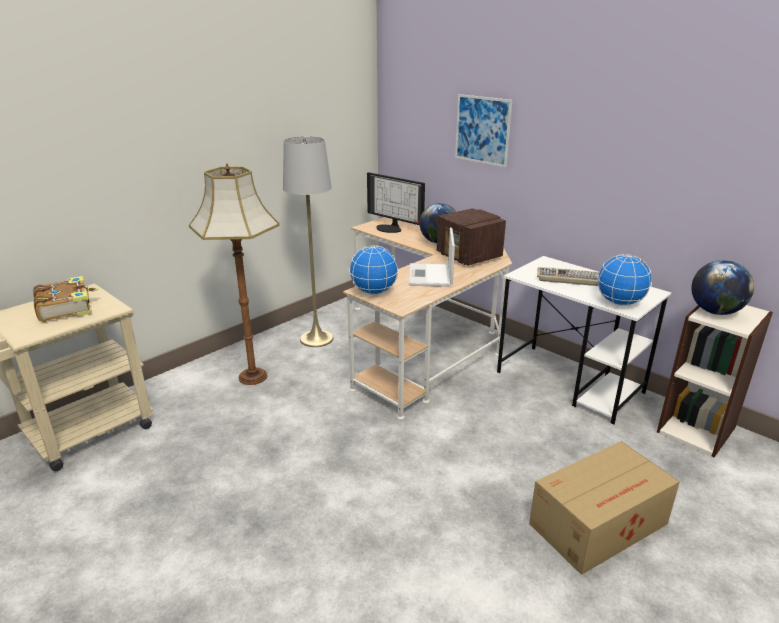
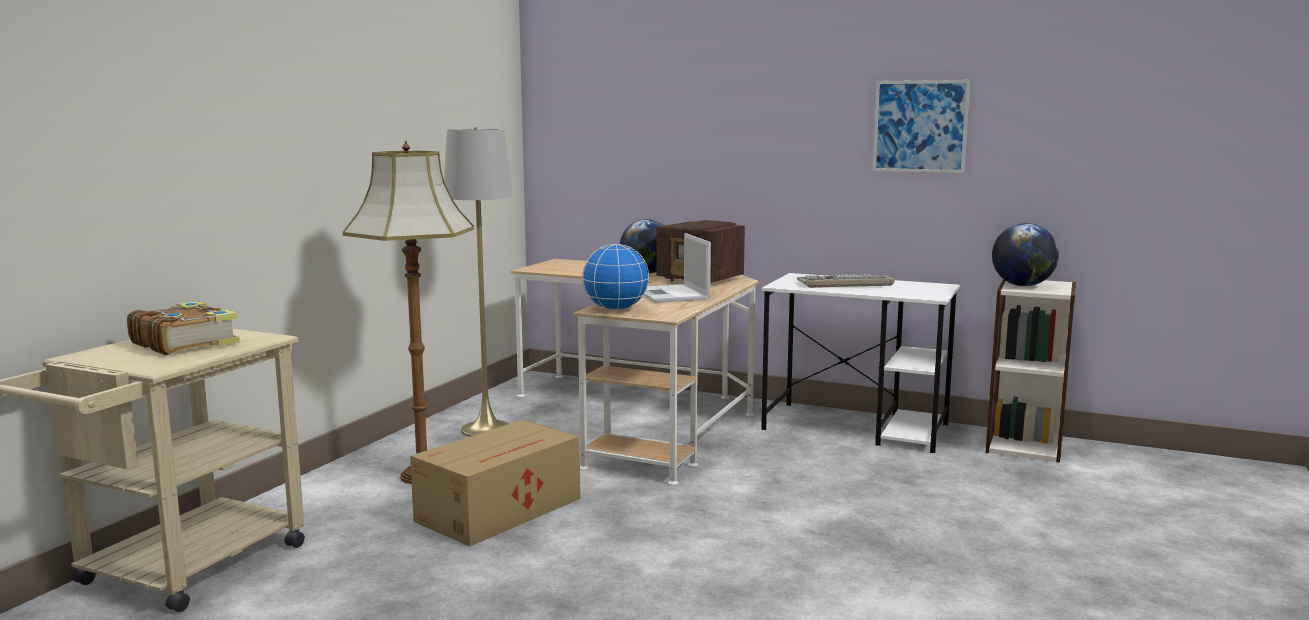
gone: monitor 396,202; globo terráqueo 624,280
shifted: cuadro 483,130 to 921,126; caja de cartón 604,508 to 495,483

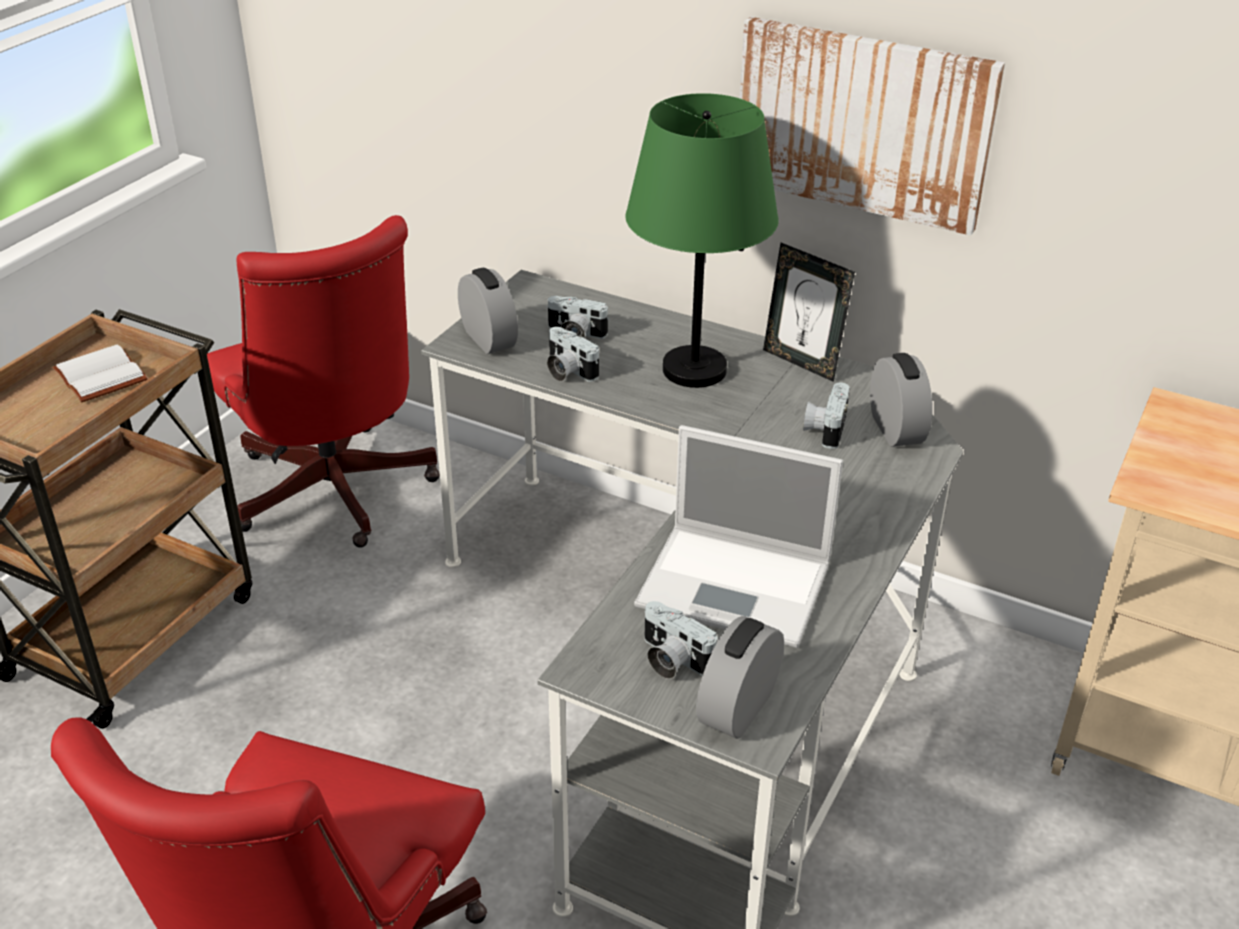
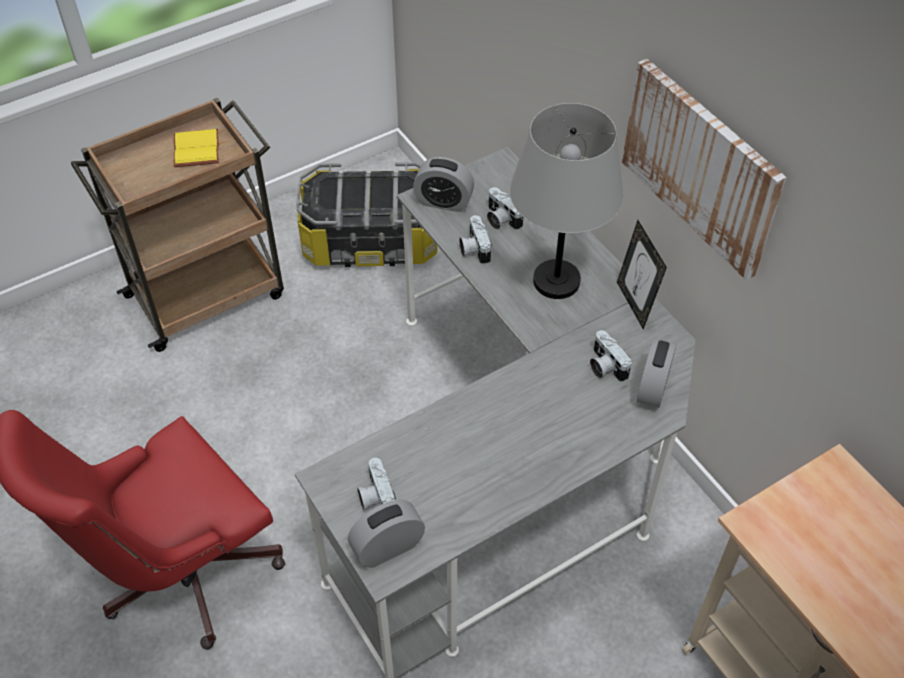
gone: portátil 738,536
swapped: silla de oficina [rojo] 323,381 to caja de almacenaje 366,214
repainted: libro [blanco] 100,373 to libro [amarillo] 196,148; lámpara de mesa [verde] 702,240 to lámpara de mesa [gris] 567,201
rotated: despertador 488,311 = 443,184 105 degrees clockwise; cámara 826,415 = 611,356 75 degrees counterclockwise

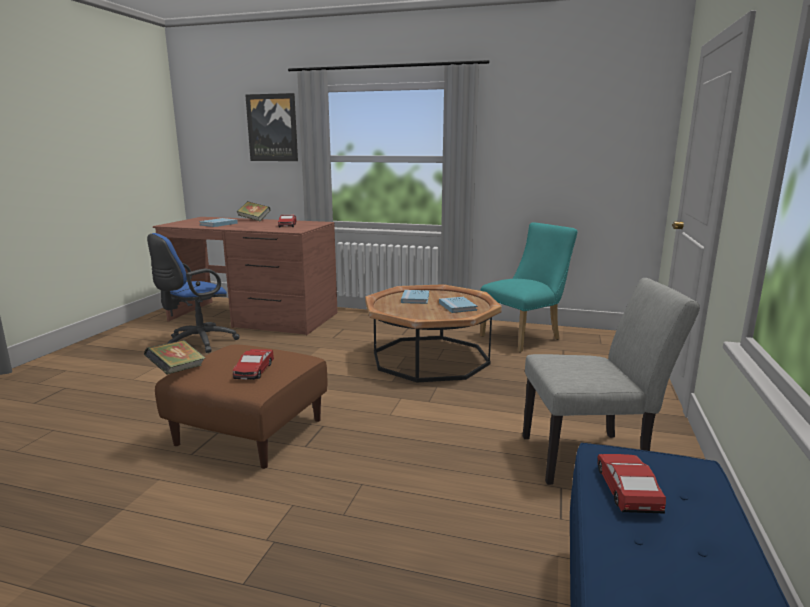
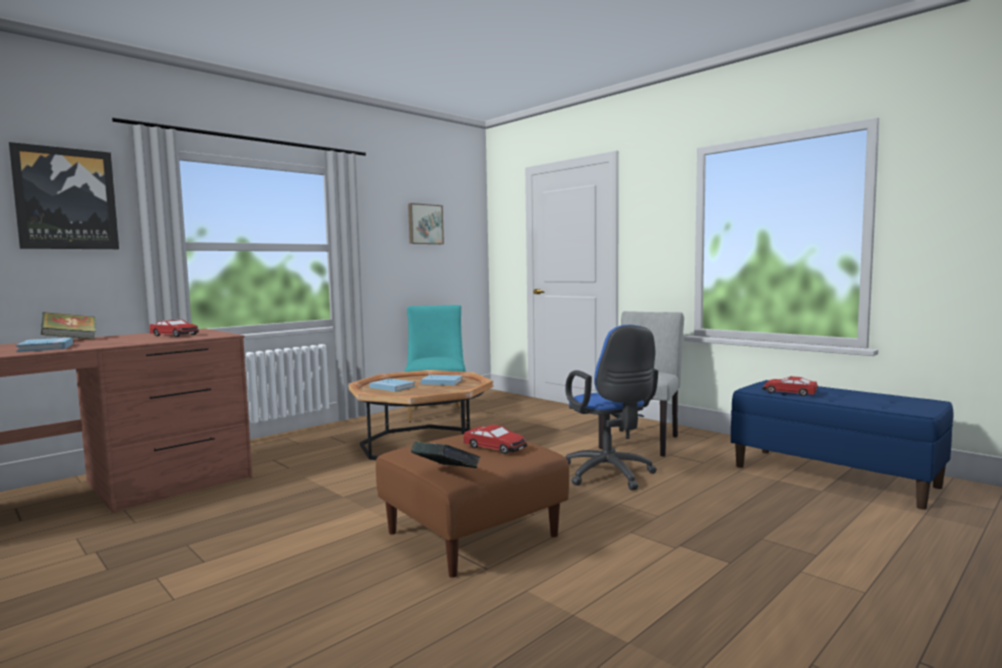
new: cuadro 426,223
shifted: silla de oficina [azul] 193,293 to 611,407

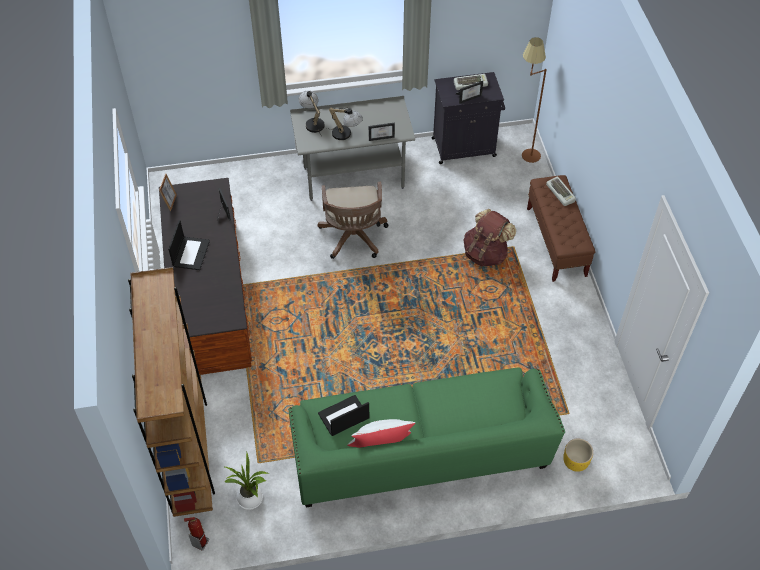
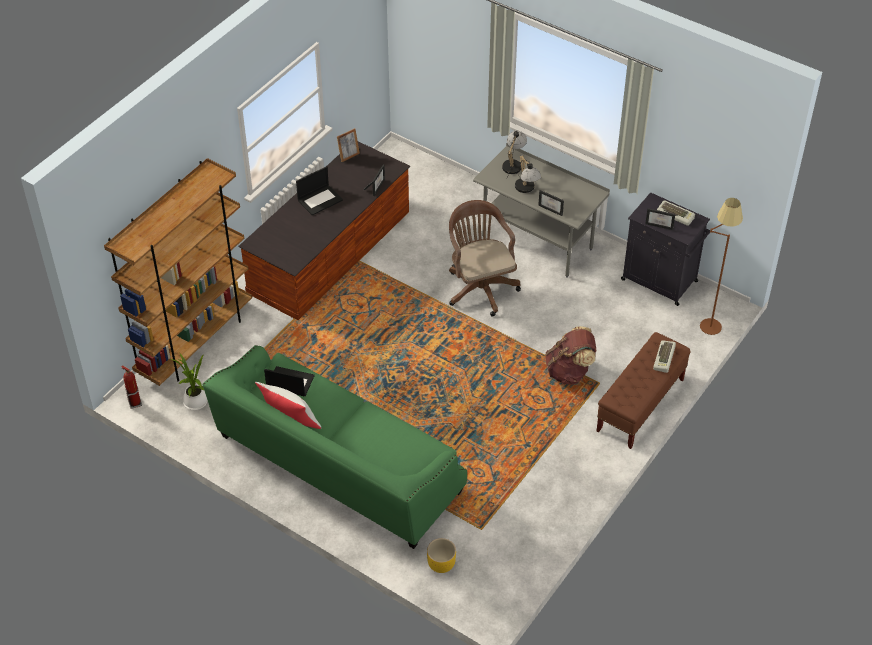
rotated: silla de oficina [marrón] 353,220 = 485,258 120 degrees clockwise

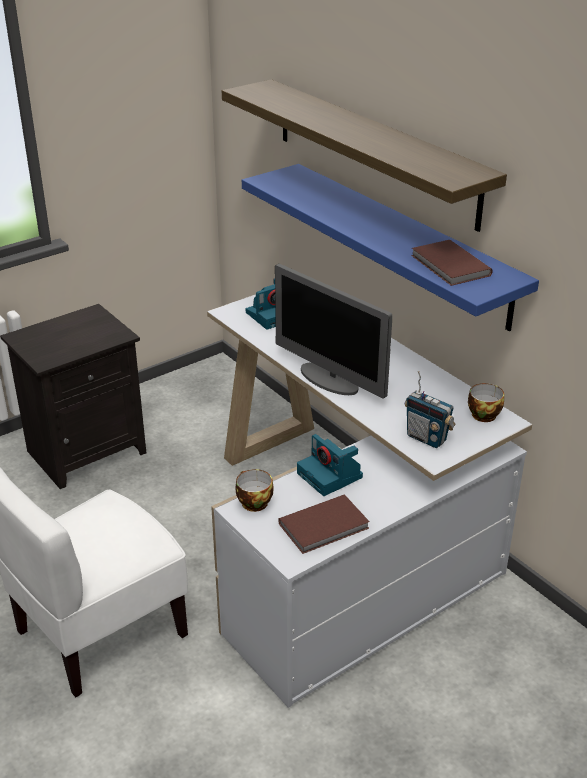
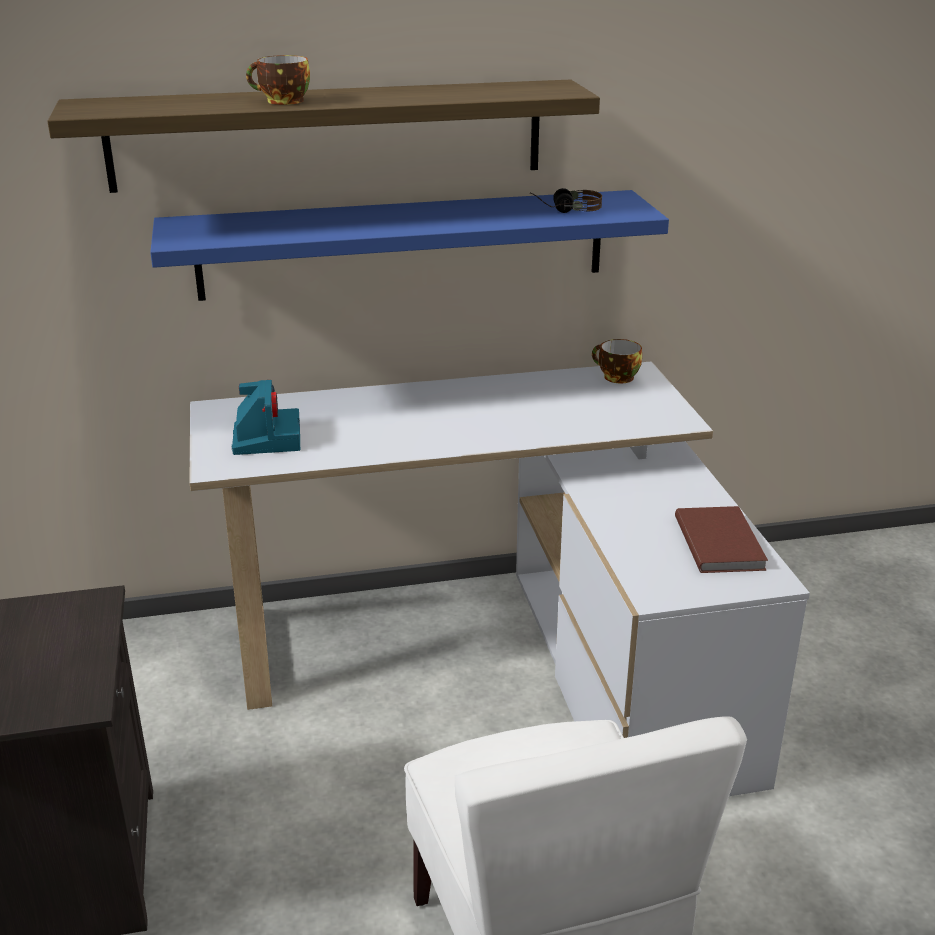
gone: monitor 334,331; cámara 330,465; radio 430,409
shifted: taza 254,490 to 278,80
swapped: libro [marrón] 452,263 to auriculares 566,200

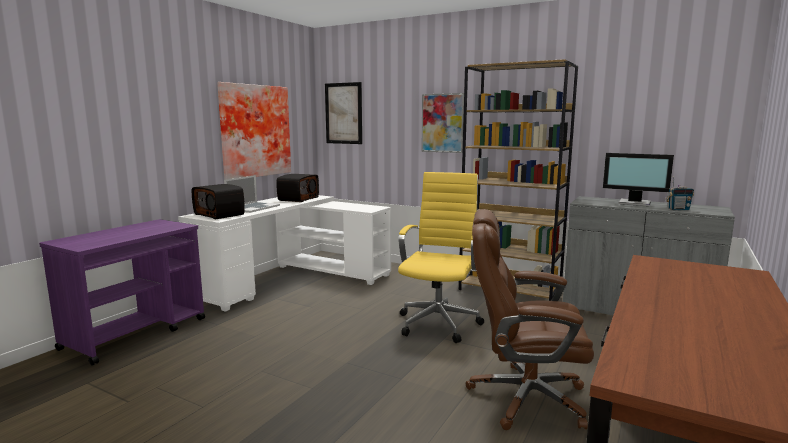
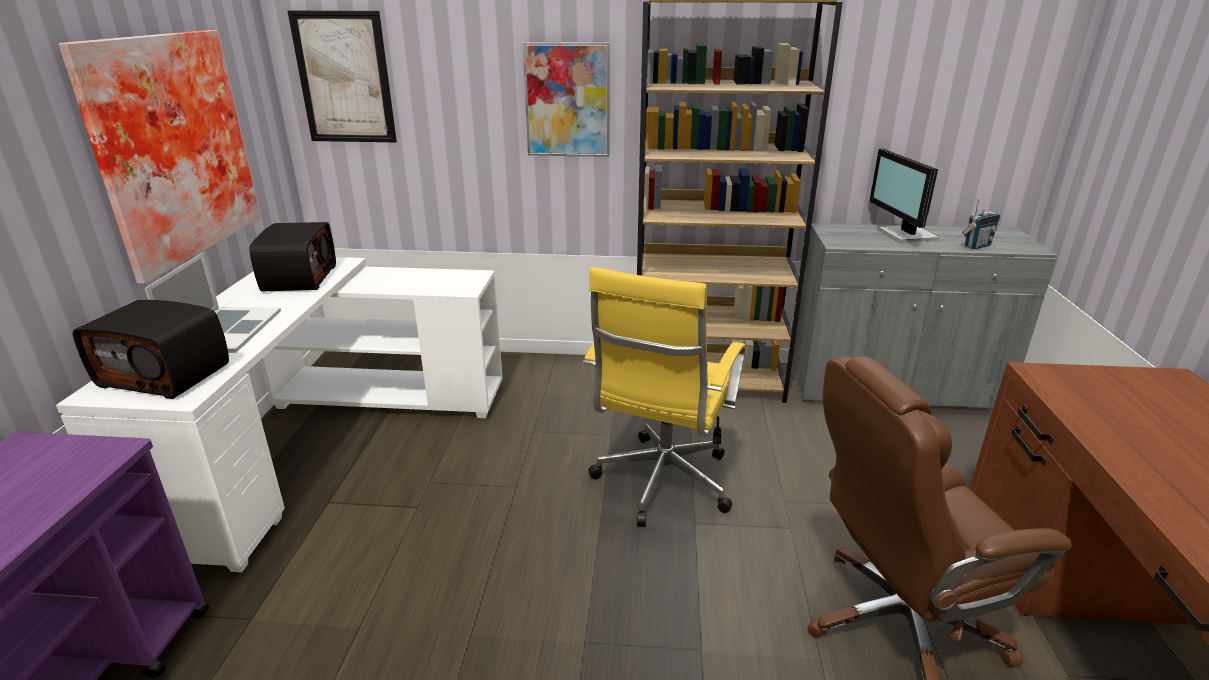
rotated: silla de oficina [amarillo] 441,257 = 664,397 150 degrees counterclockwise; monitor 638,179 = 904,196 75 degrees clockwise

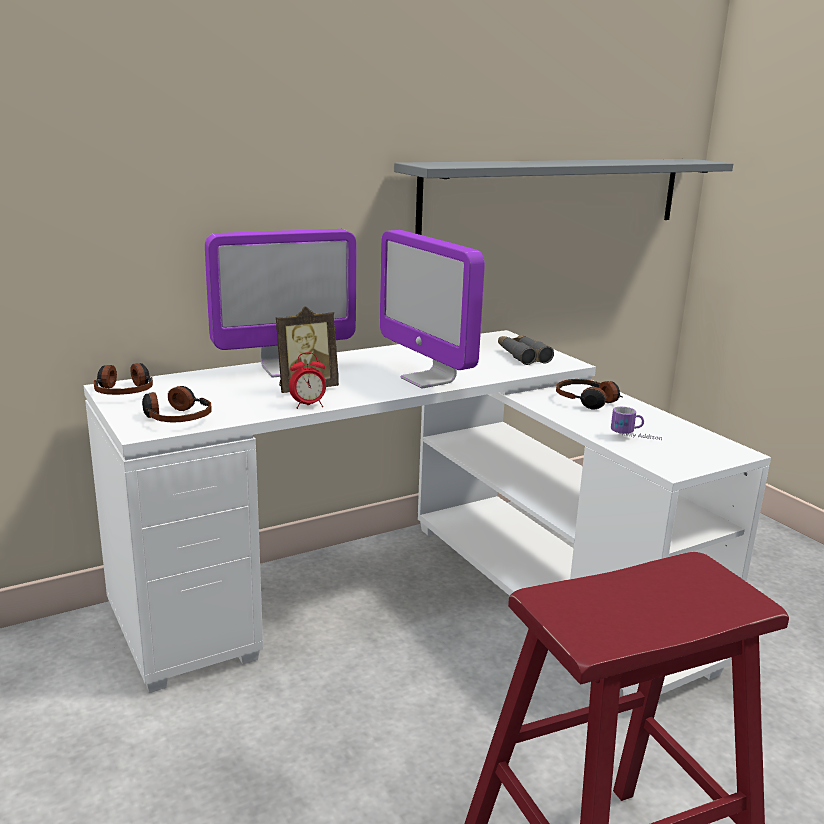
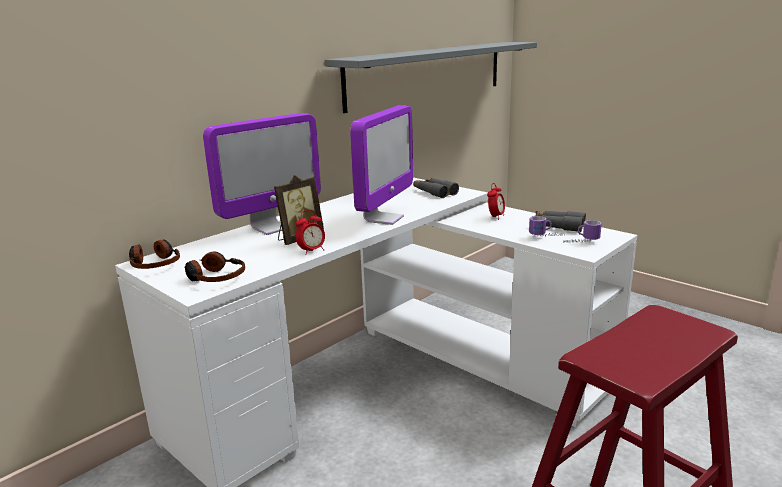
new: prismáticos [gris] 561,221; taza grande 582,231
swapped: auriculares 589,394 to despertador 496,201
rotated: monitor 432,309 = 381,165 105 degrees counterclockwise

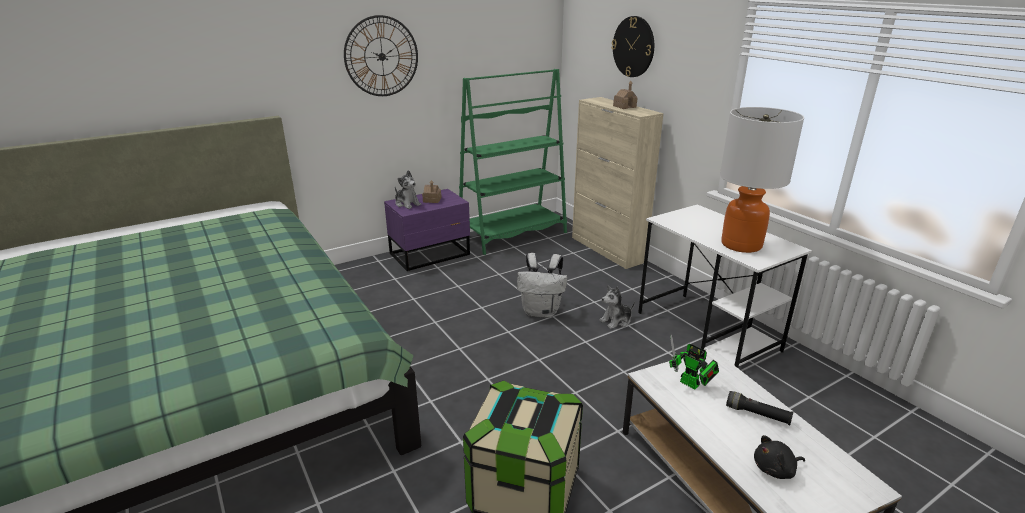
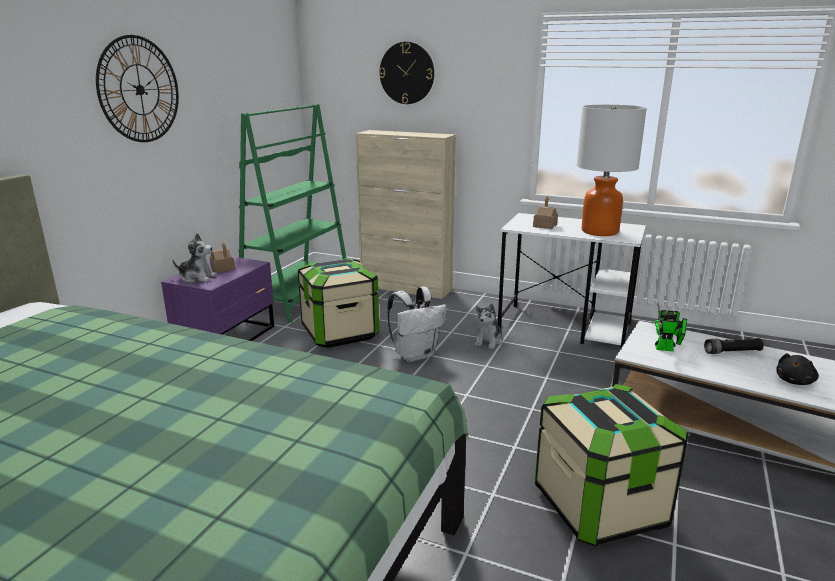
new: caja de almacenaje 338,303
shifted: casita 625,95 to 545,212

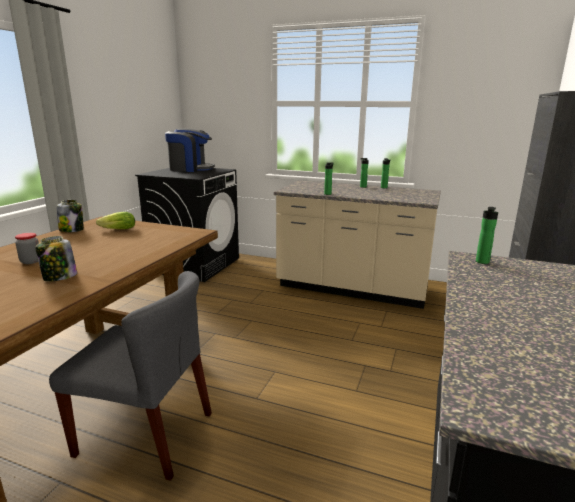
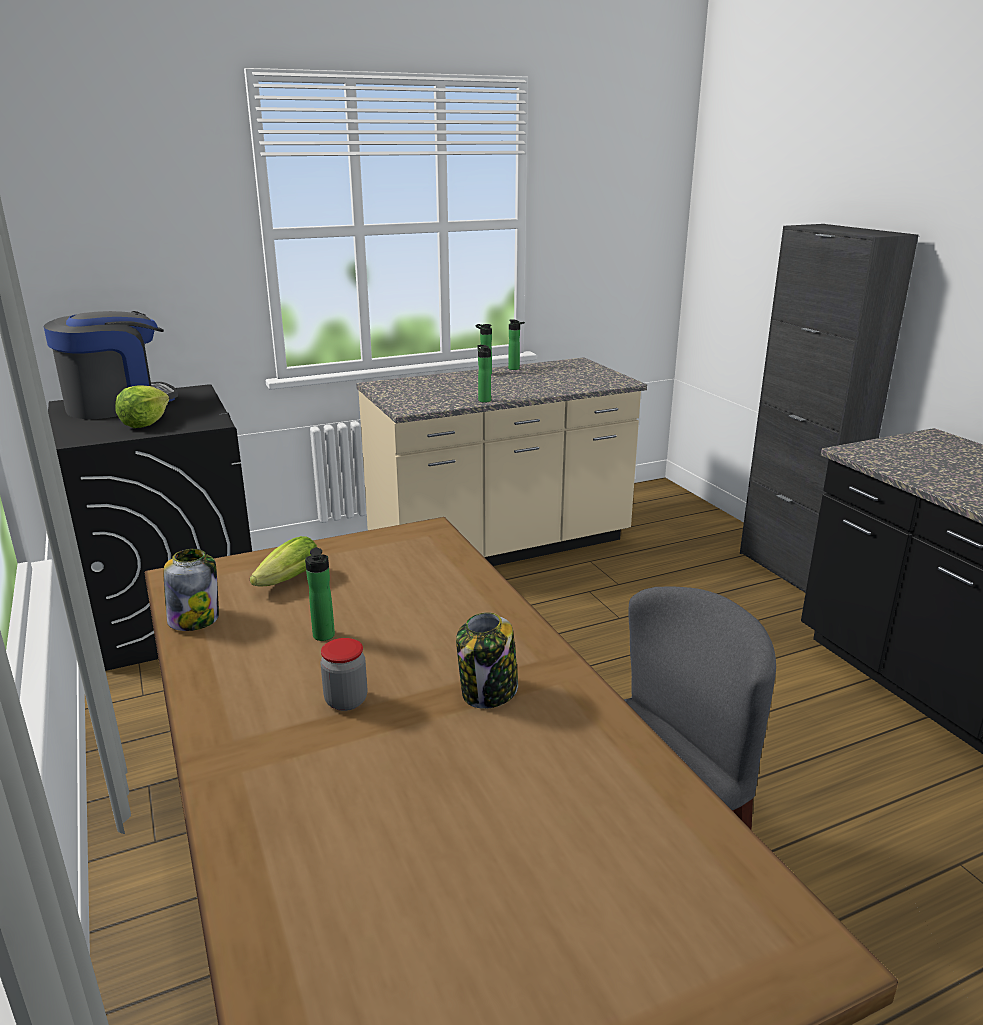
new: lechuga 142,406
shifted: botella 487,235 to 320,594

